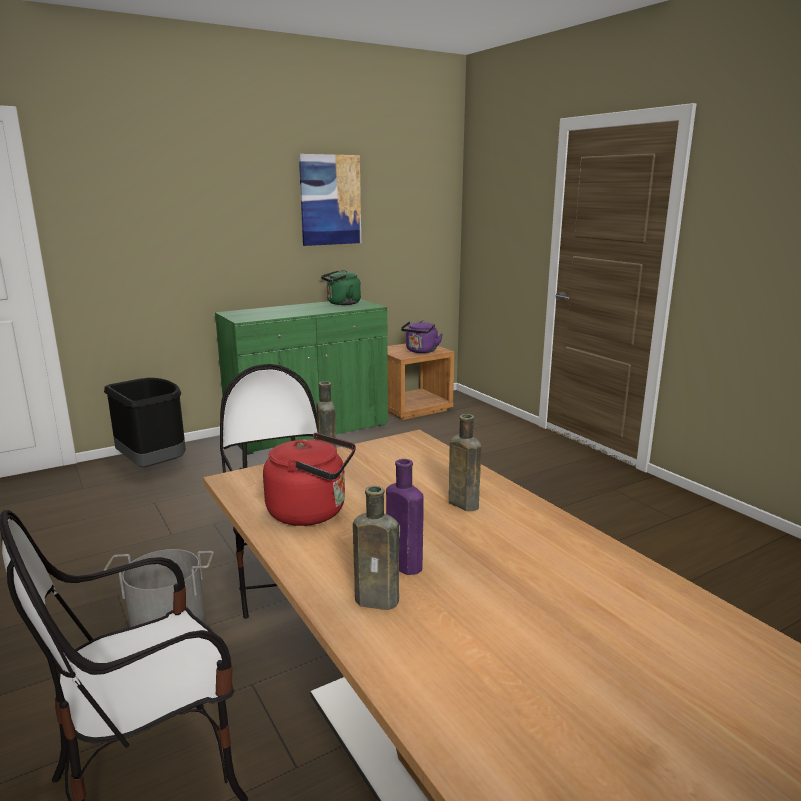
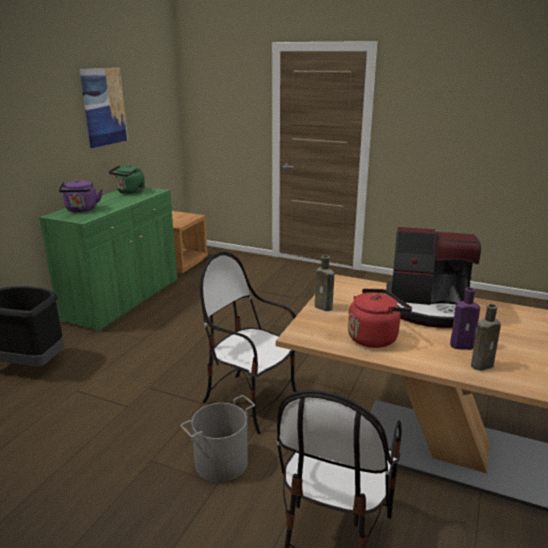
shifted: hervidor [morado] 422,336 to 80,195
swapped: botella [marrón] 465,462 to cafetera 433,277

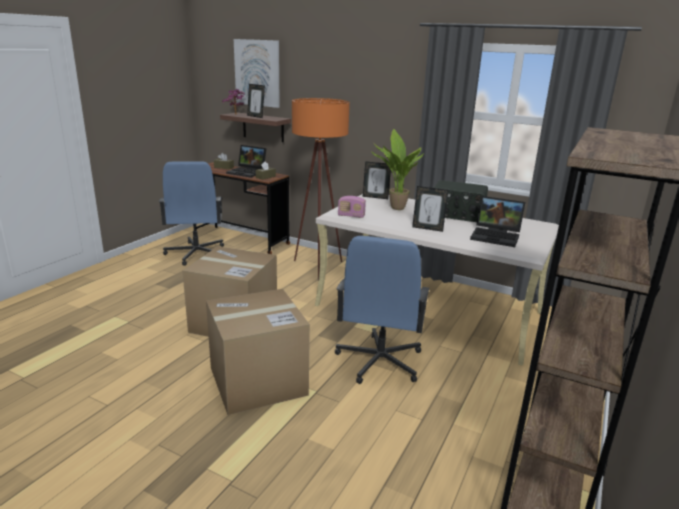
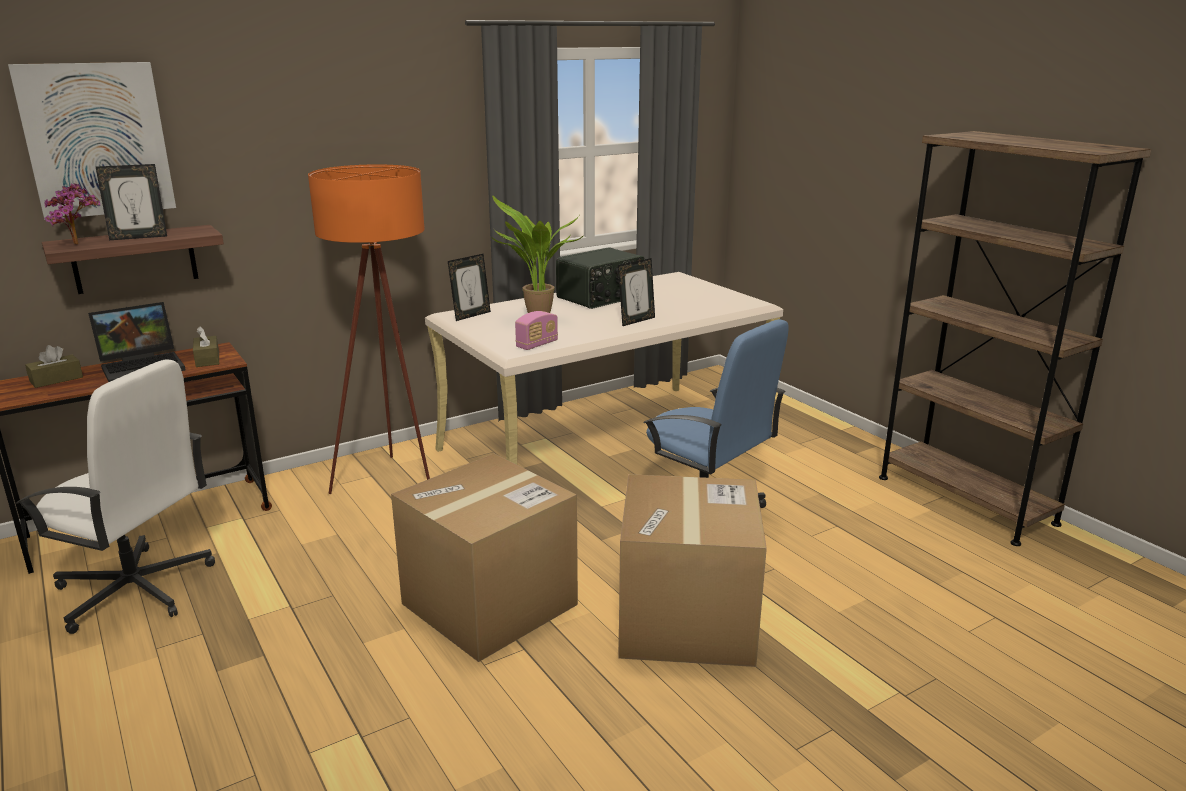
gone: portátil 498,221
repainted: silla de oficina [azul] 191,213 to silla de oficina [blanco] 115,497

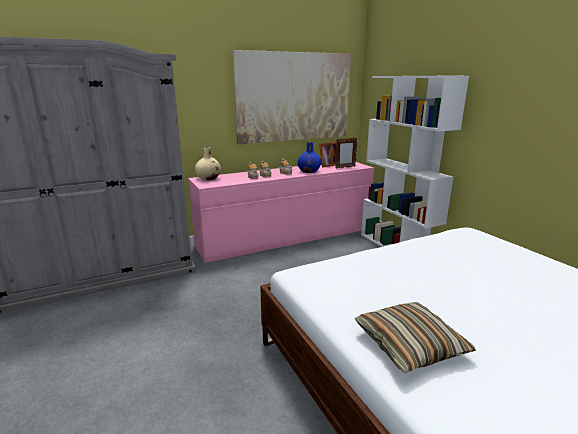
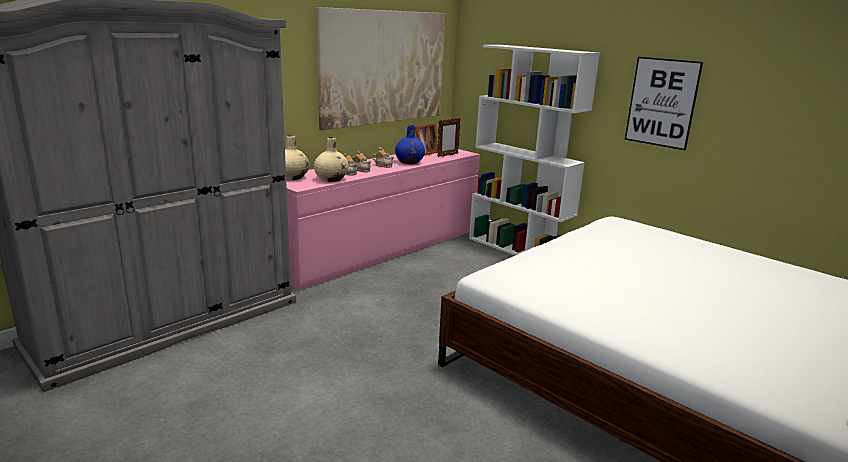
gone: cojín 415,338
new: florero [beis] 331,159; cuadro 664,103

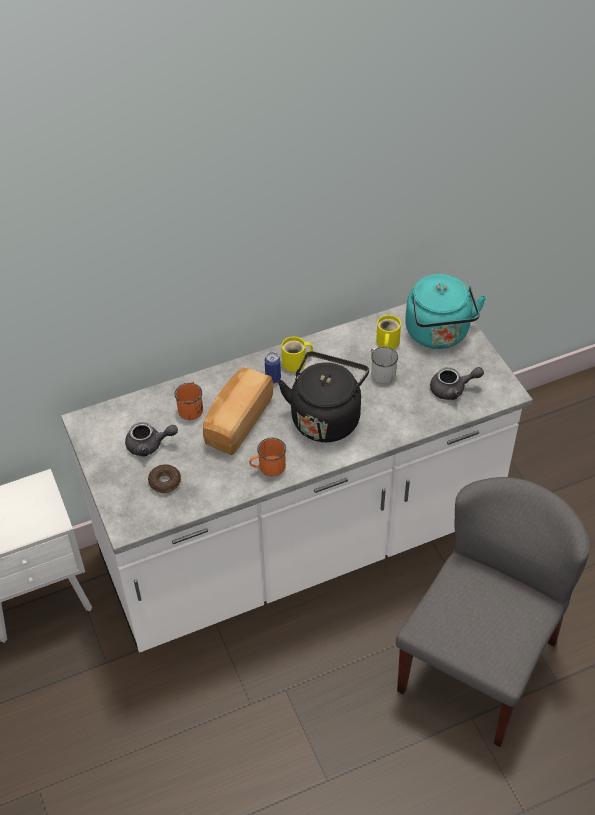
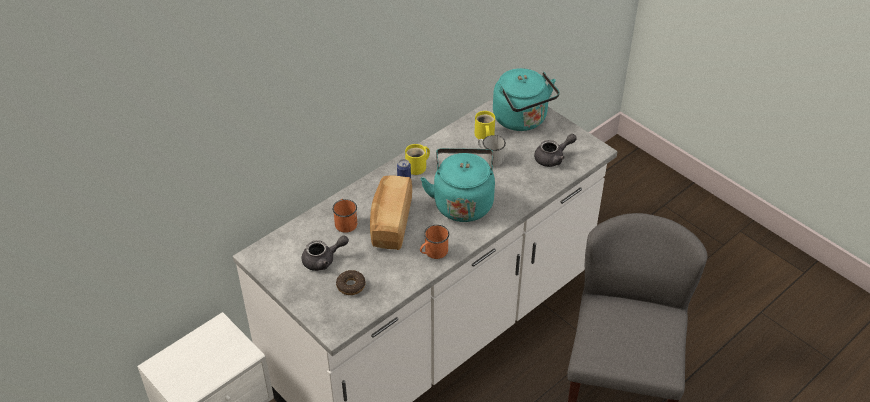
repainted: hervidor [negro] 323,396 to hervidor [turquesa] 457,185

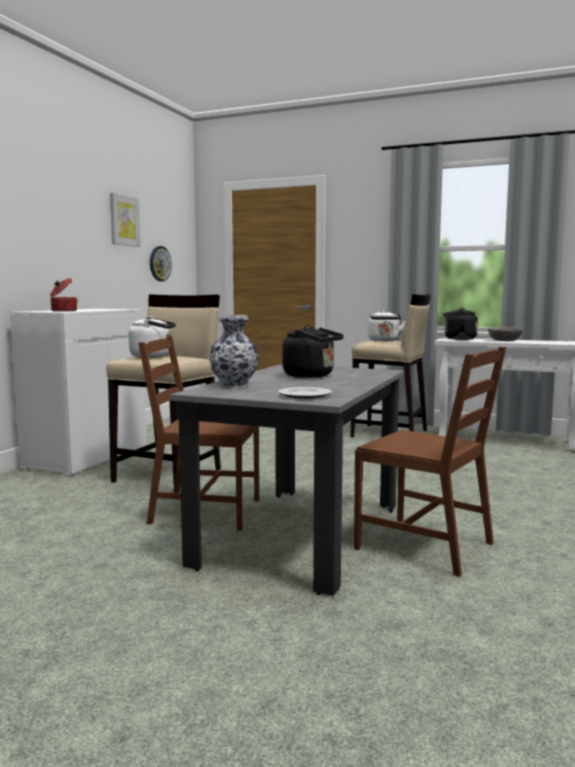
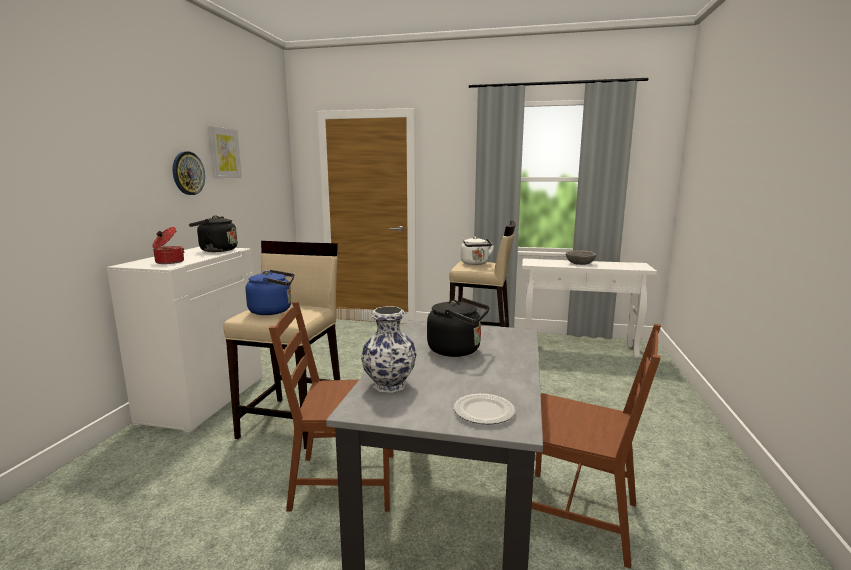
shifted: reloj de pared 161,263 to 189,173; hervidor [negro] 460,324 to 213,233
repainted: hervidor [blanco] 152,337 to hervidor [azul] 269,292

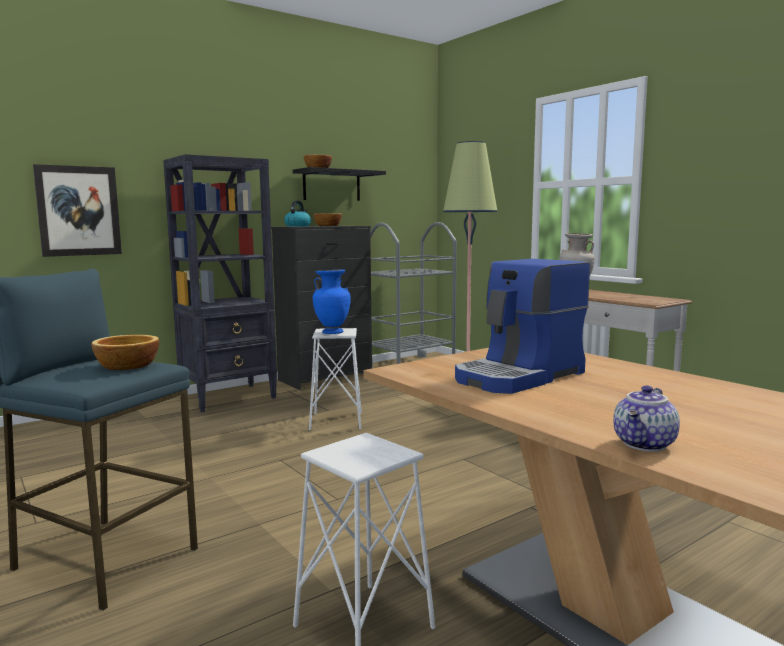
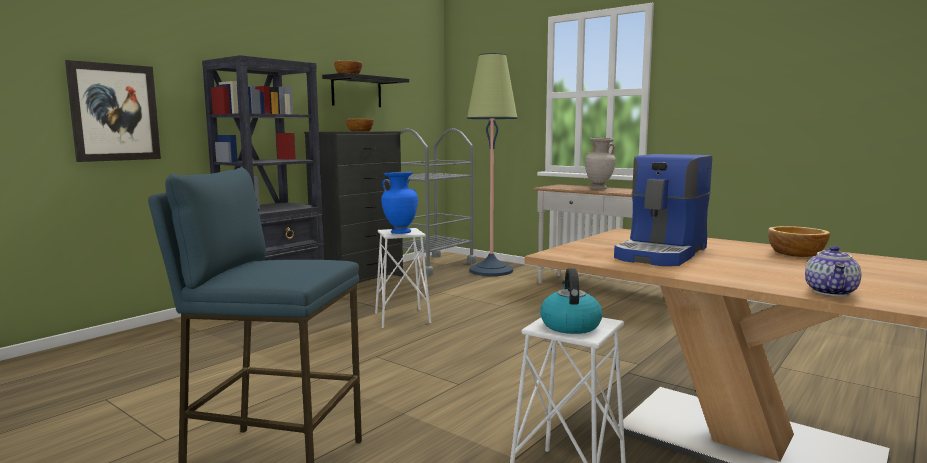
shifted: cuenco 125,352 to 799,241; hervidor 297,214 to 571,301

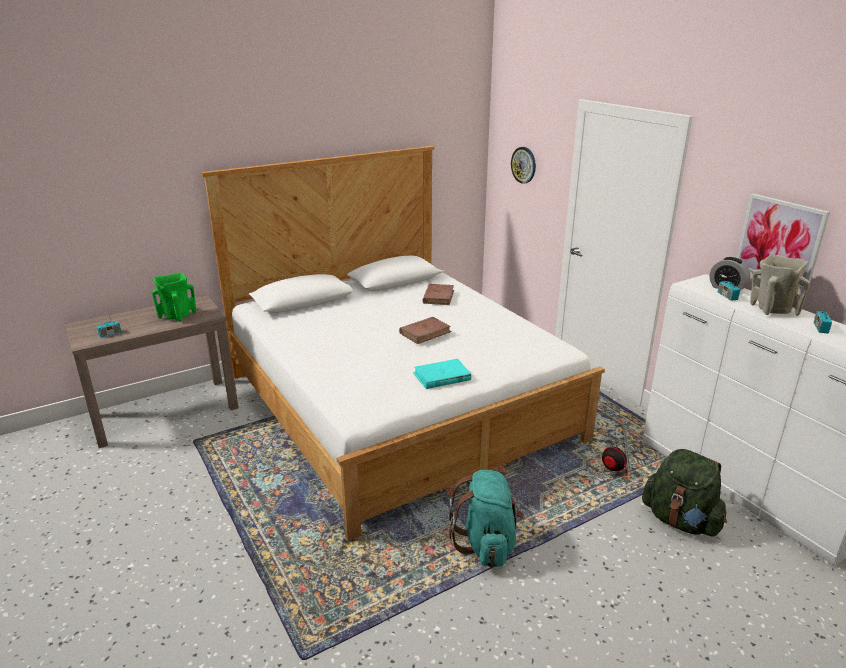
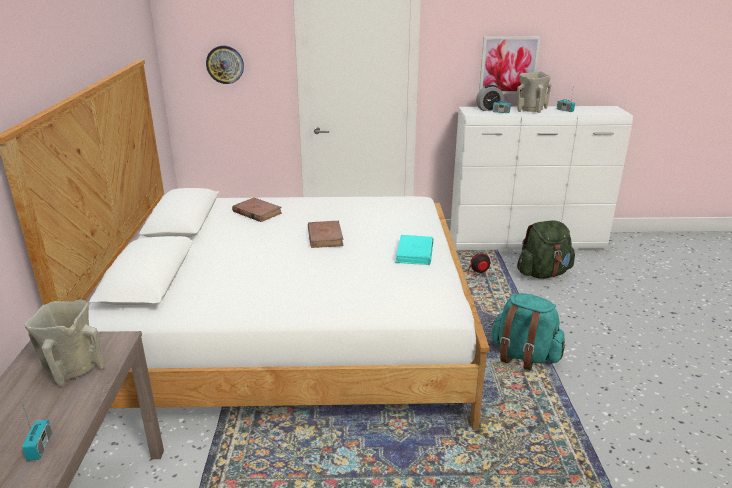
repainted: florero [verde] 174,297 to florero [beis] 65,343

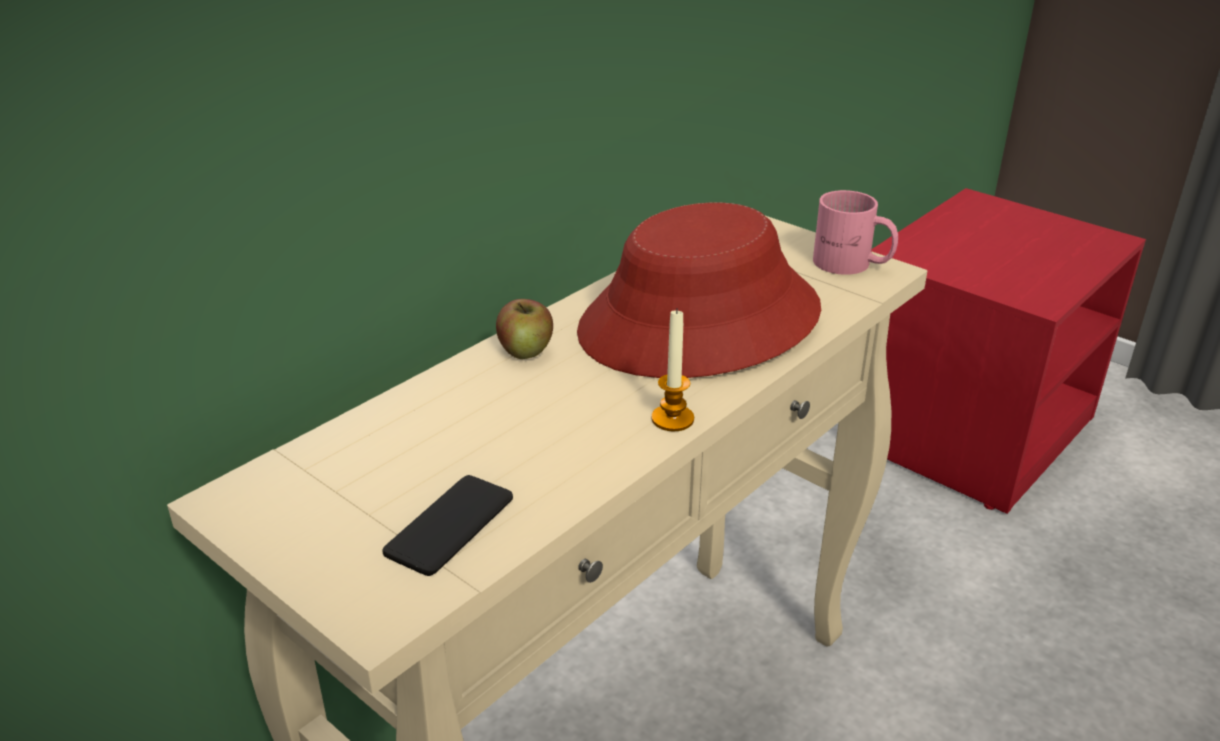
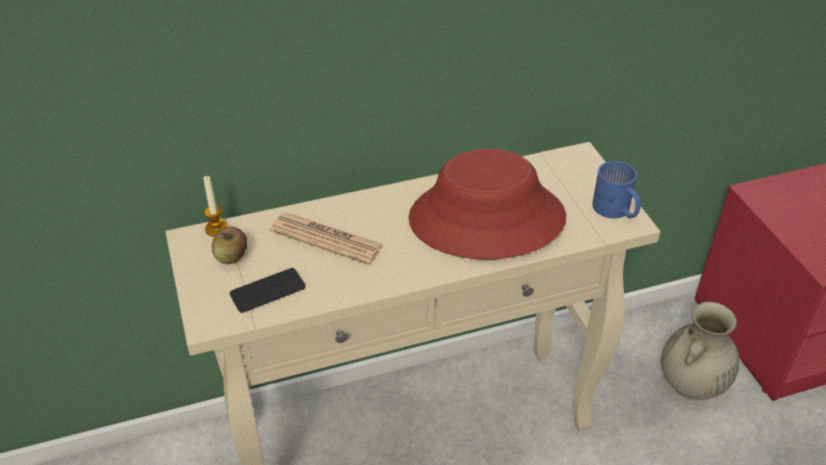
new: periódico 327,239; florero [beis] 700,351
shifted: manzana 524,329 to 229,245; vela 672,370 to 215,206
repainted: taza grande [rosa] 855,232 to taza grande [azul] 616,190

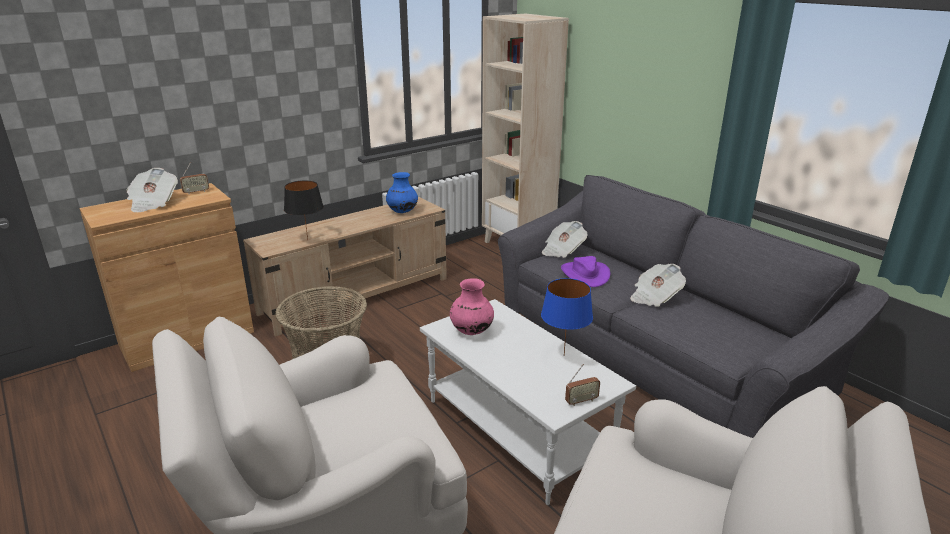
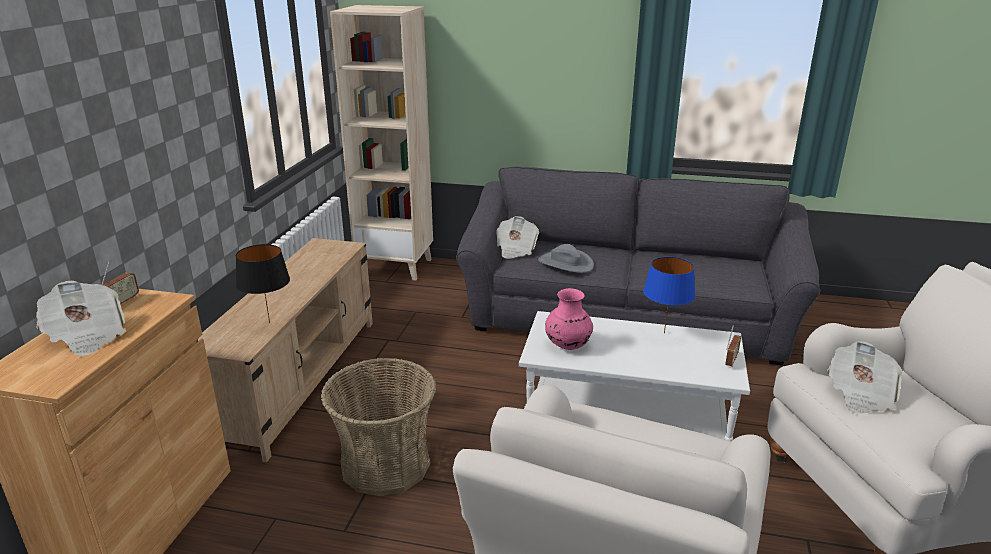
gone: florero [azul] 402,192
shifted: periódico 658,285 to 865,377
repainted: sombrero [morado] 585,271 to sombrero [gris] 566,258

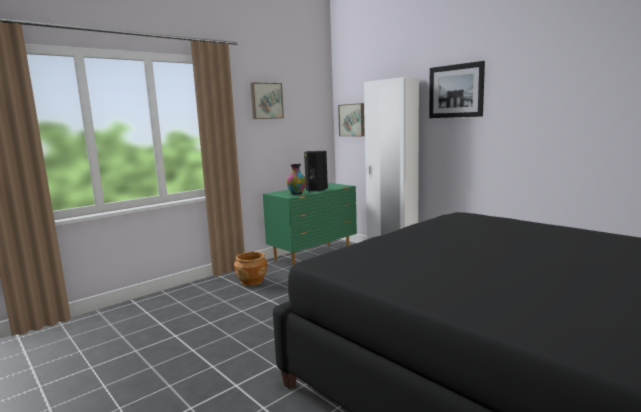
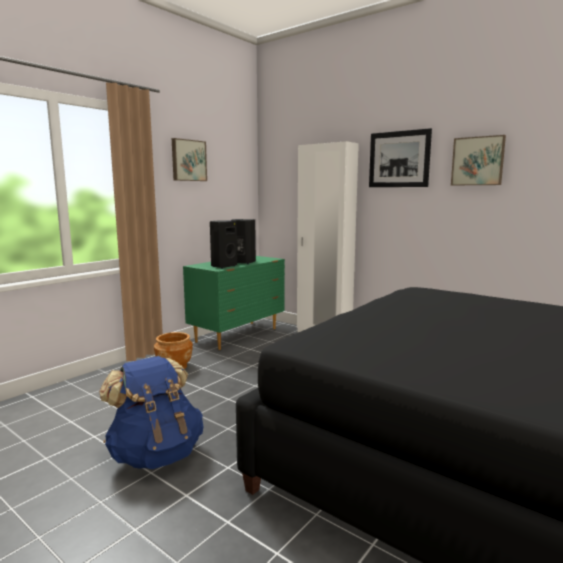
new: mochila [azul] 151,412
shifted: cuadro 351,119 to 478,160
swapped: florero 296,179 to altavoz [negro] 223,244

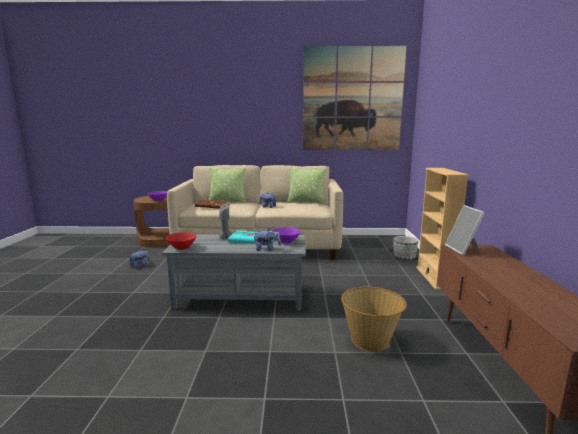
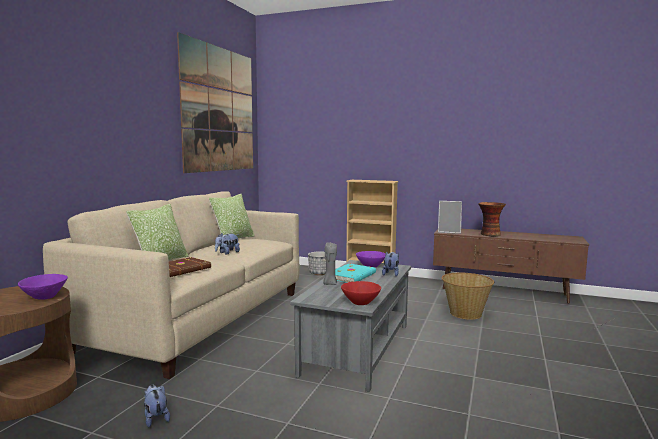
new: florero 492,219

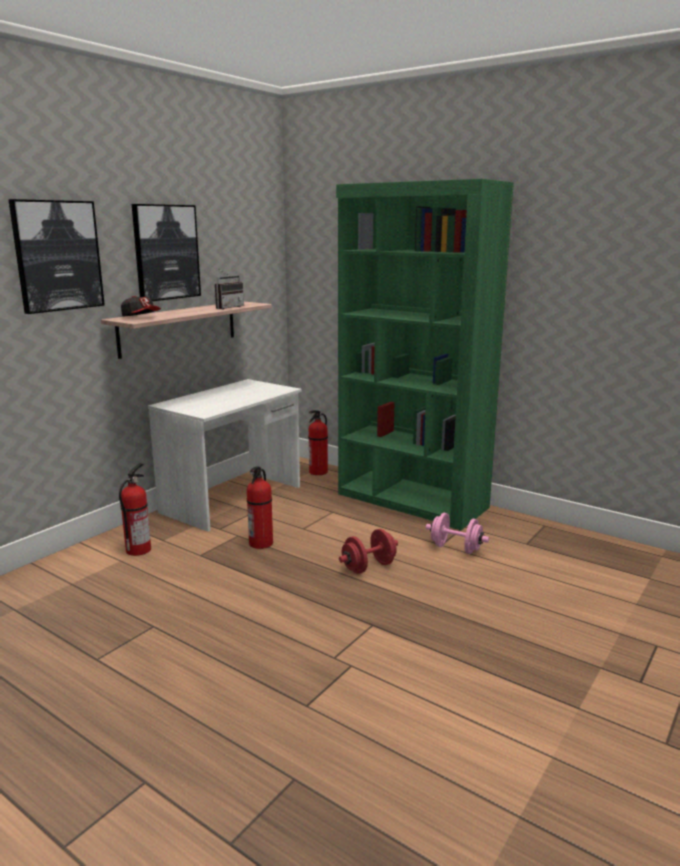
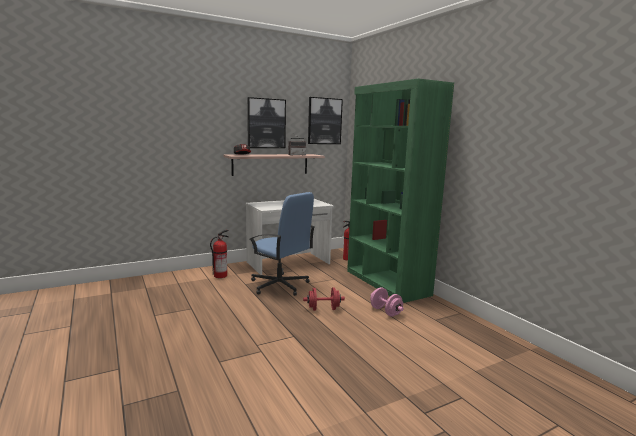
shifted: cuadro 56,256 to 325,120
swapped: extintor 260,507 to silla de oficina [azul] 282,244

